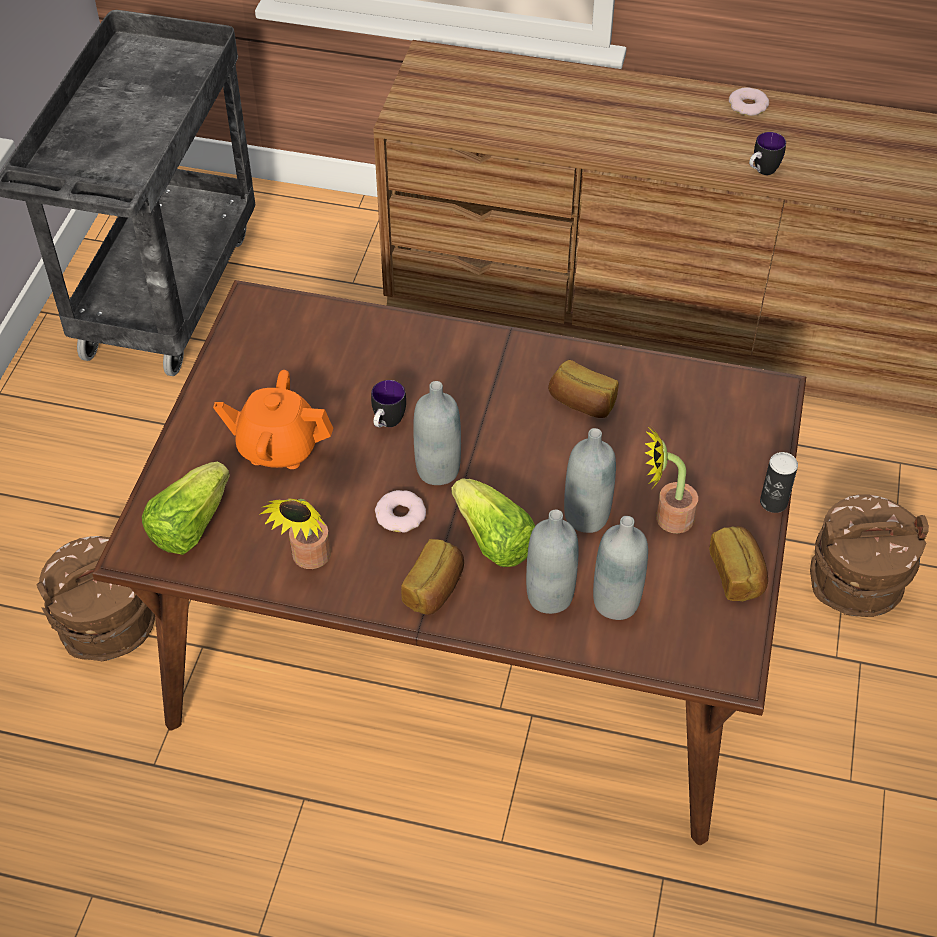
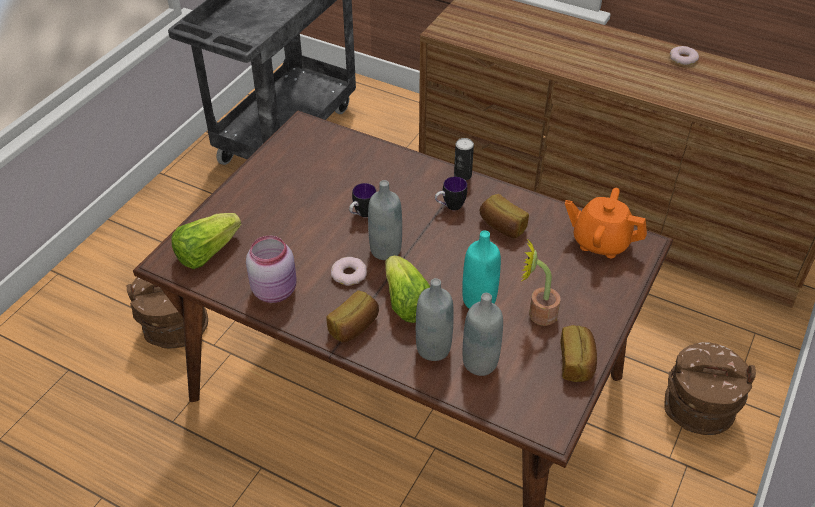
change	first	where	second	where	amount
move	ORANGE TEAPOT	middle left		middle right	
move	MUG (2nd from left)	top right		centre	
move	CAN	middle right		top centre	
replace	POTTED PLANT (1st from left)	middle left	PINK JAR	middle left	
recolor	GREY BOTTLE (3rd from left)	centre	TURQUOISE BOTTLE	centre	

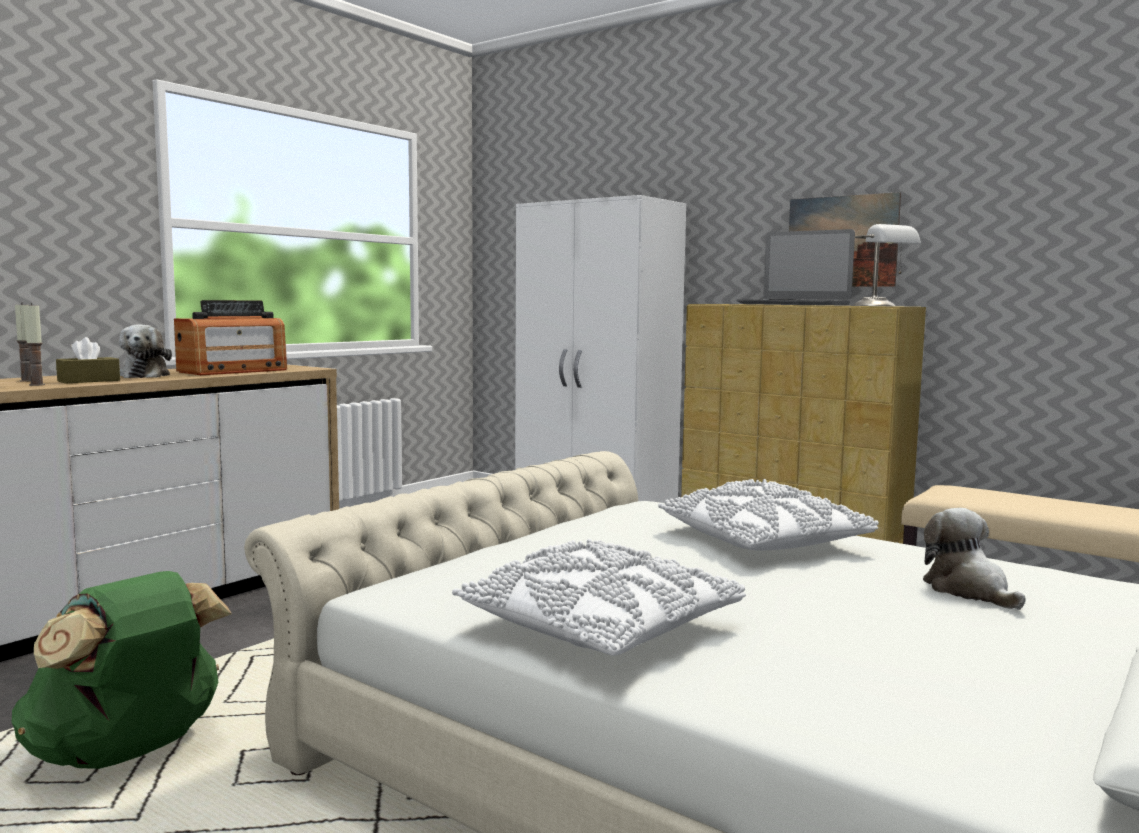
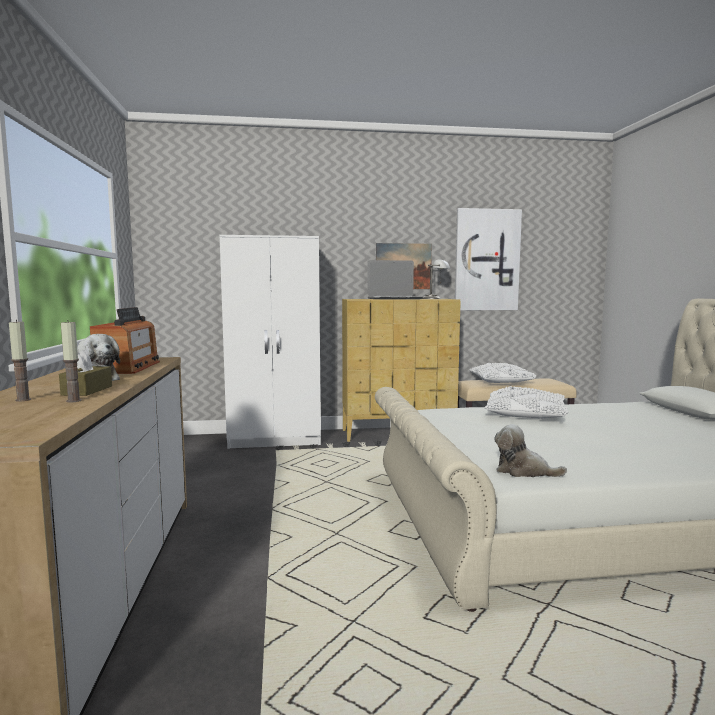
change	first	where	second	where	amount
delete	GREEN BACKPACK	bottom left			
insert			PICTURE (2nd from left)	middle right	
move	WHITE PILLOW (1st from left)	bottom centre		middle right	
move	PLUSH TOY (2nd from left)	bottom right		middle right	

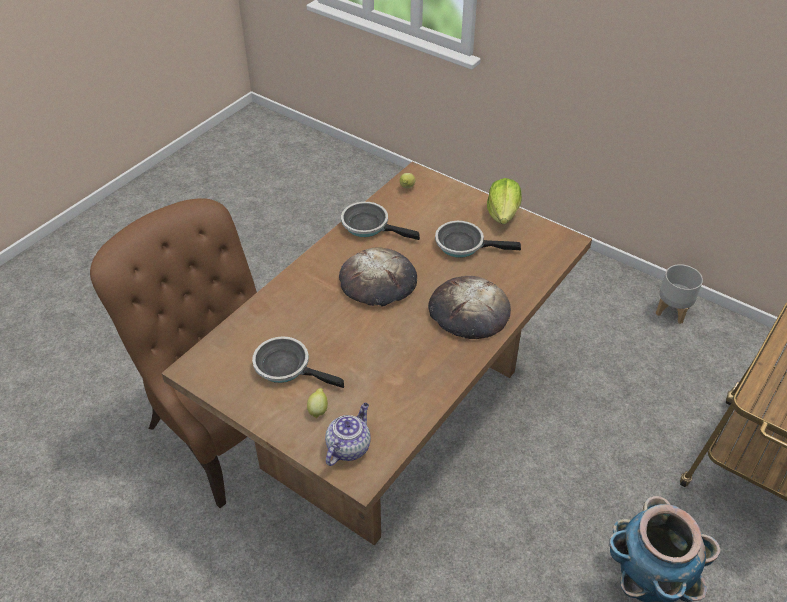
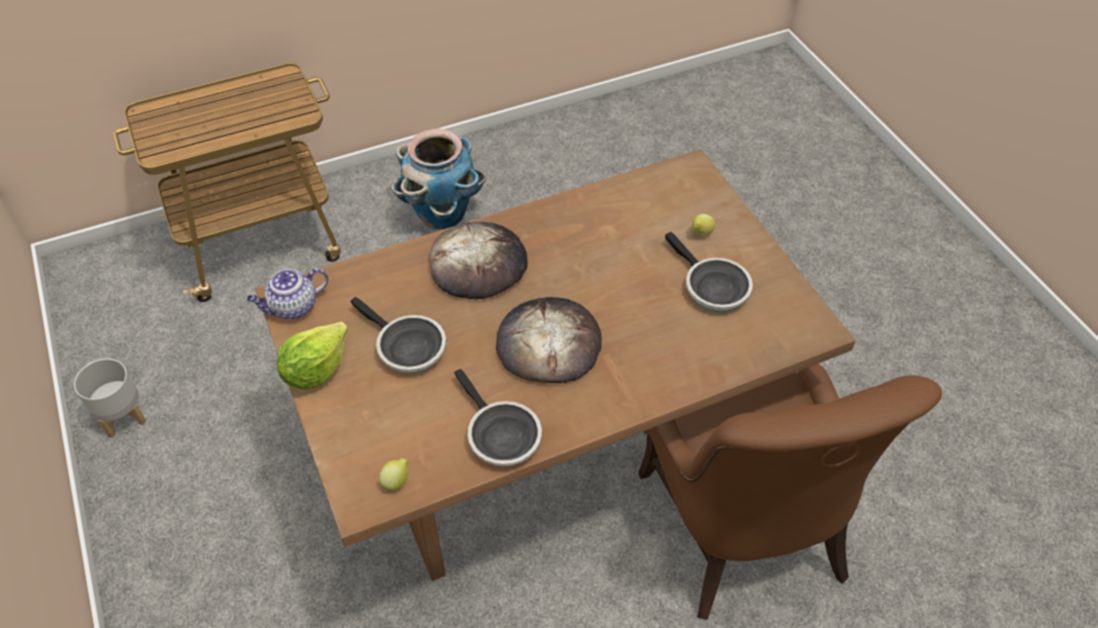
change	first	where	second	where	amount
move	TEAPOT	bottom centre		middle left	

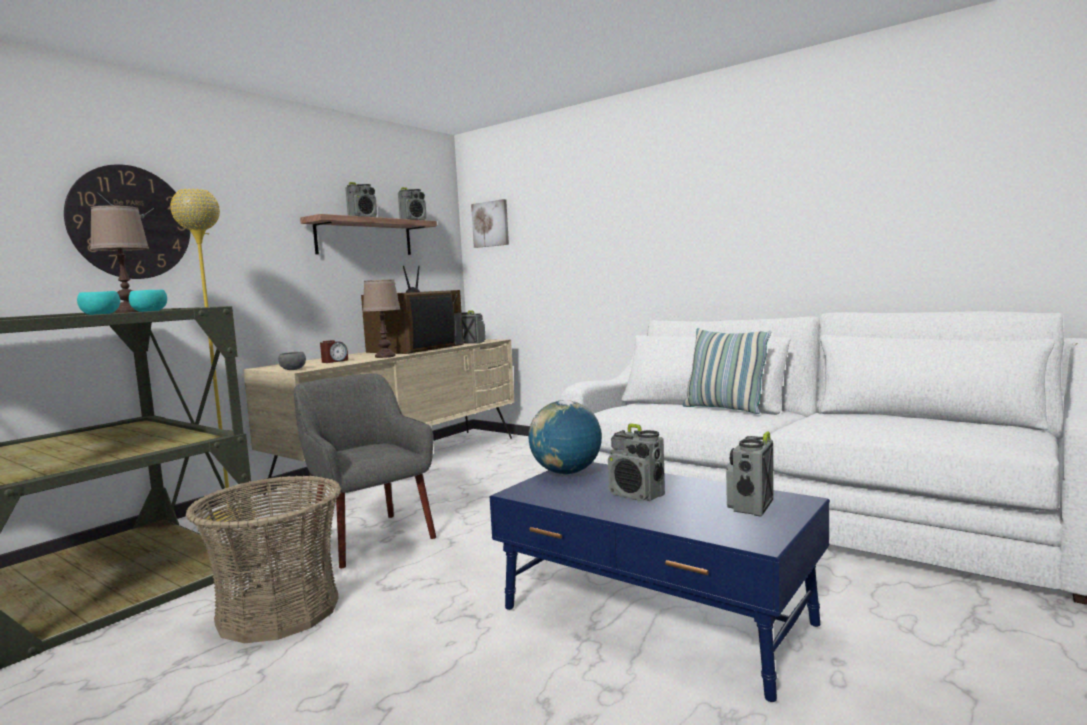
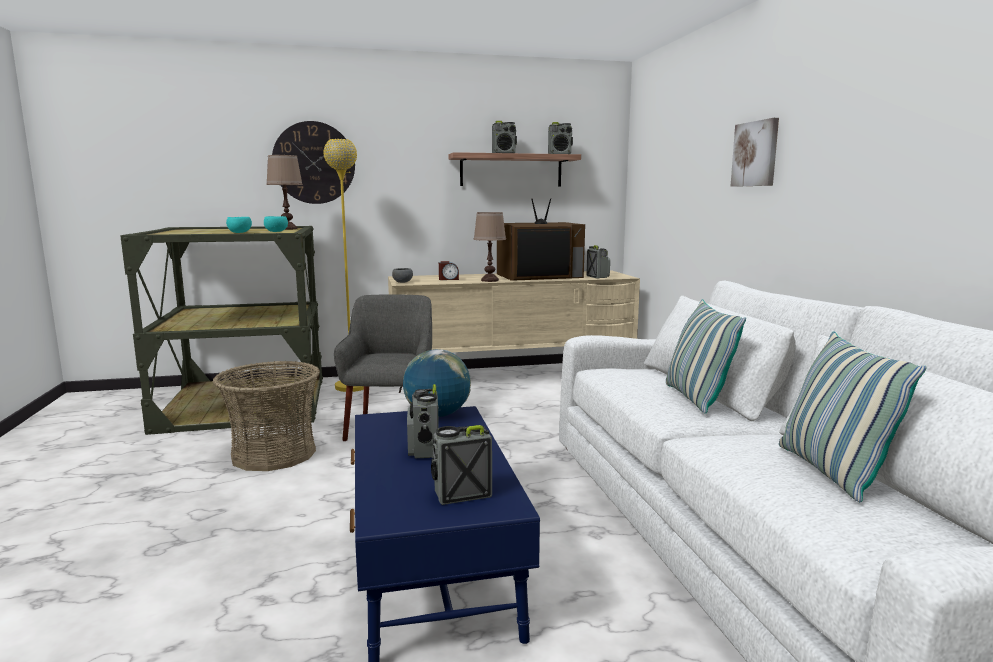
change	first	where	second	where	amount
insert			PILLOW (2nd from left)	middle right	
move	PICTURE	top centre		top right	

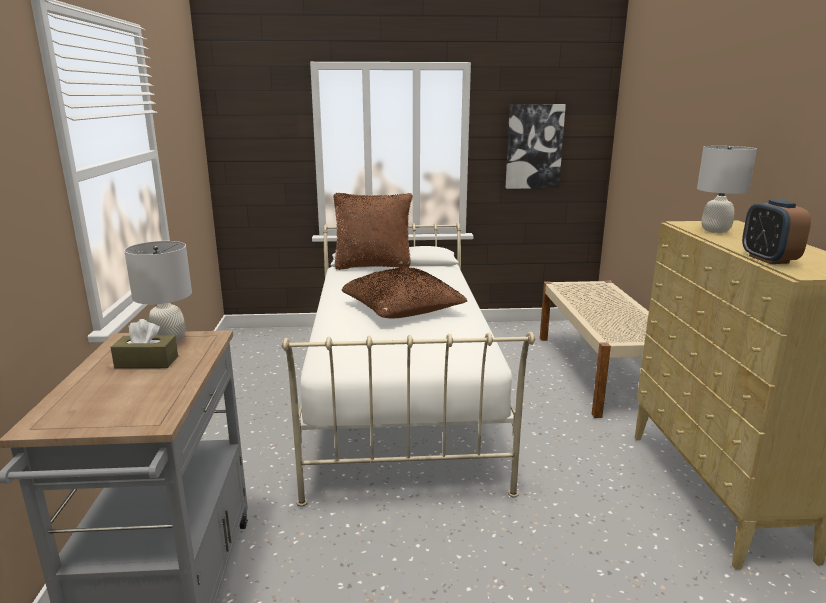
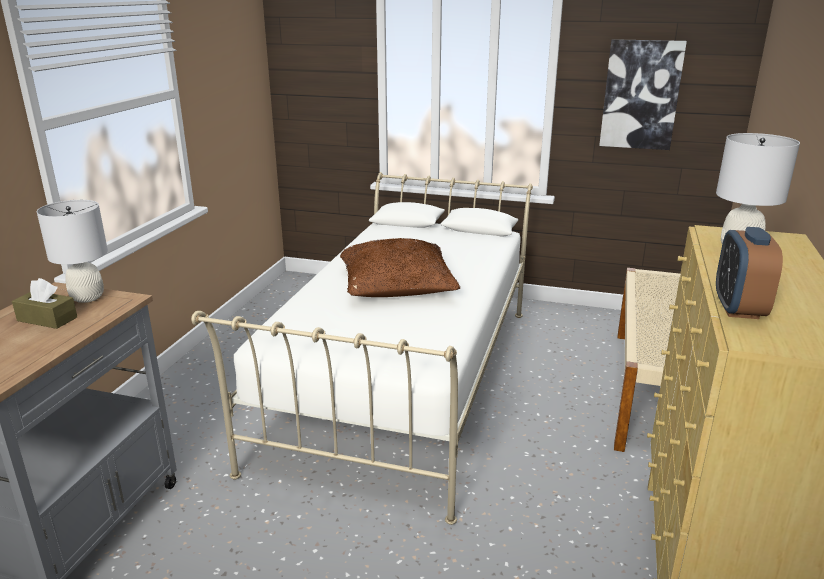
change	first	where	second	where	amount
delete	BROWN PILLOW (1st from left)	centre			

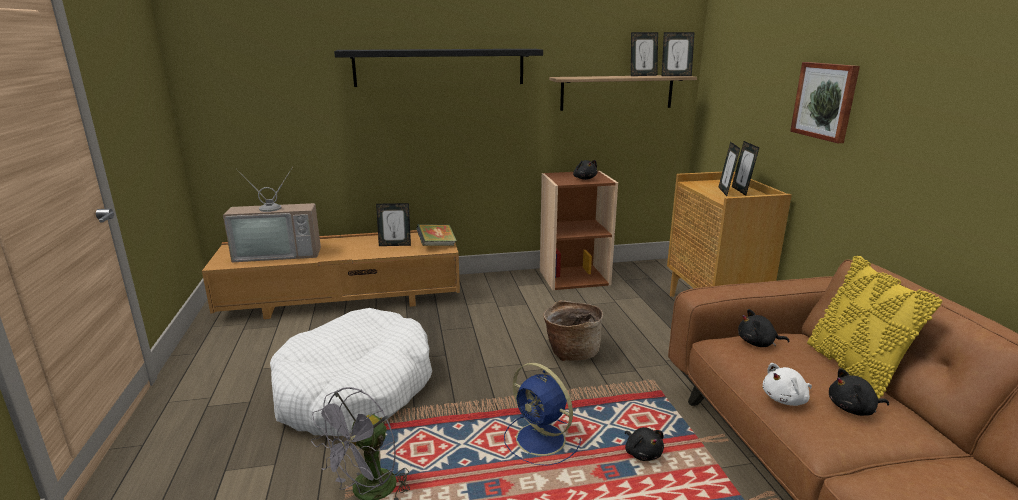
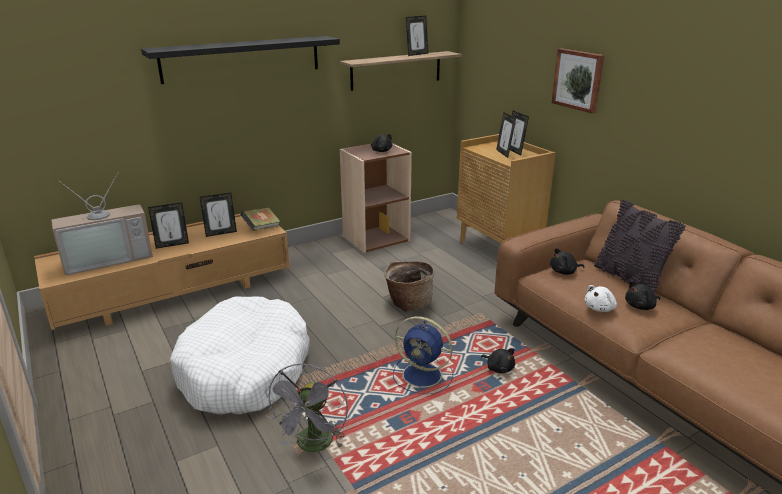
change	first	where	second	where	amount
move	PICTURE FRAME (3rd from left in the first image)	top centre	PICTURE FRAME (1st from left)	middle left	
recolor	YELLOW PILLOW	middle right	BLACK PILLOW	middle right	

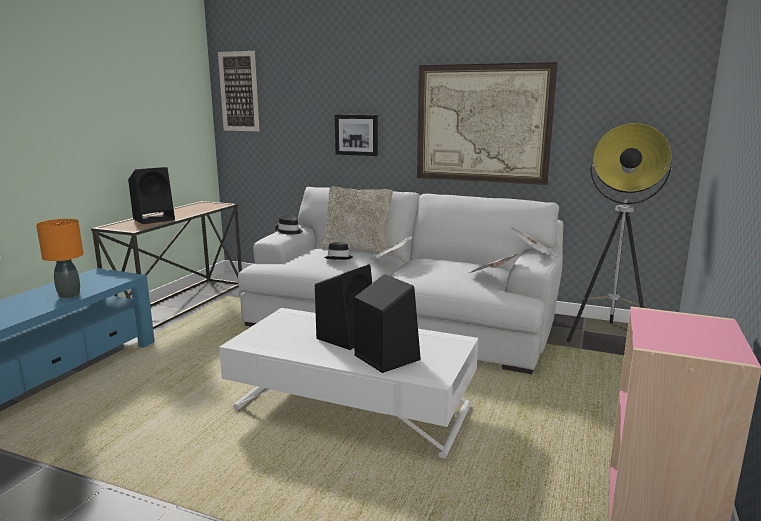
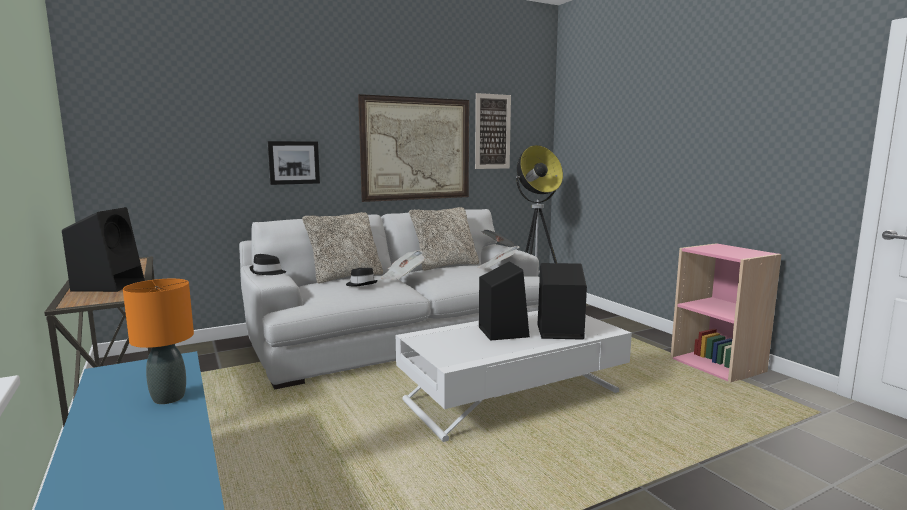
change	first	where	second	where	amount
insert			BEIGE PILLOW (2nd from left)	centre	
move	PICTURE (1st from left in the first image)	top left	PICTURE (3rd from left)	top centre	

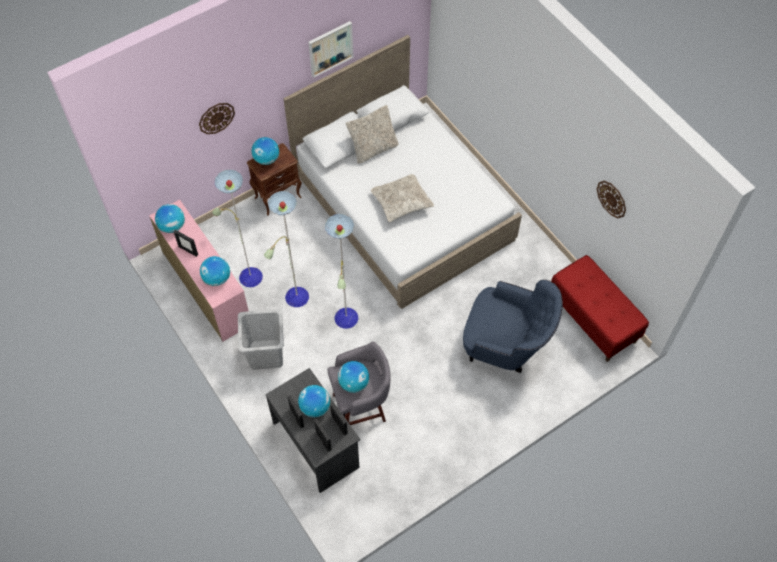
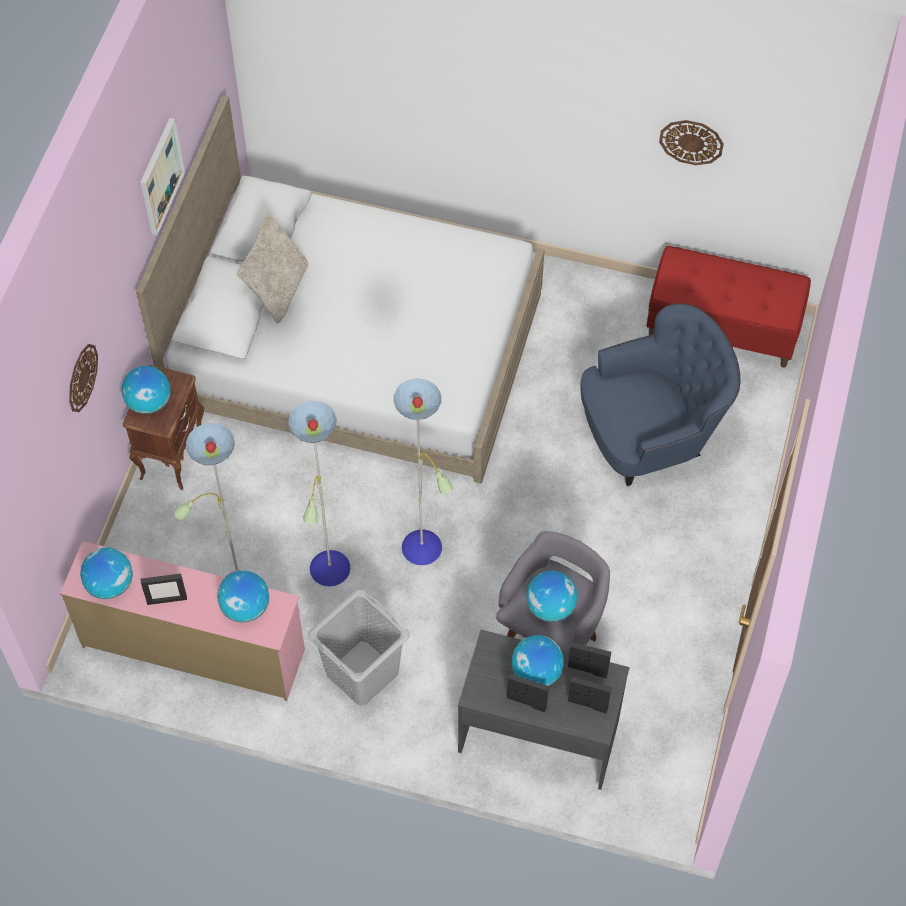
change	first	where	second	where	amount
delete	BEIGE PILLOW (2nd from left)	centre			

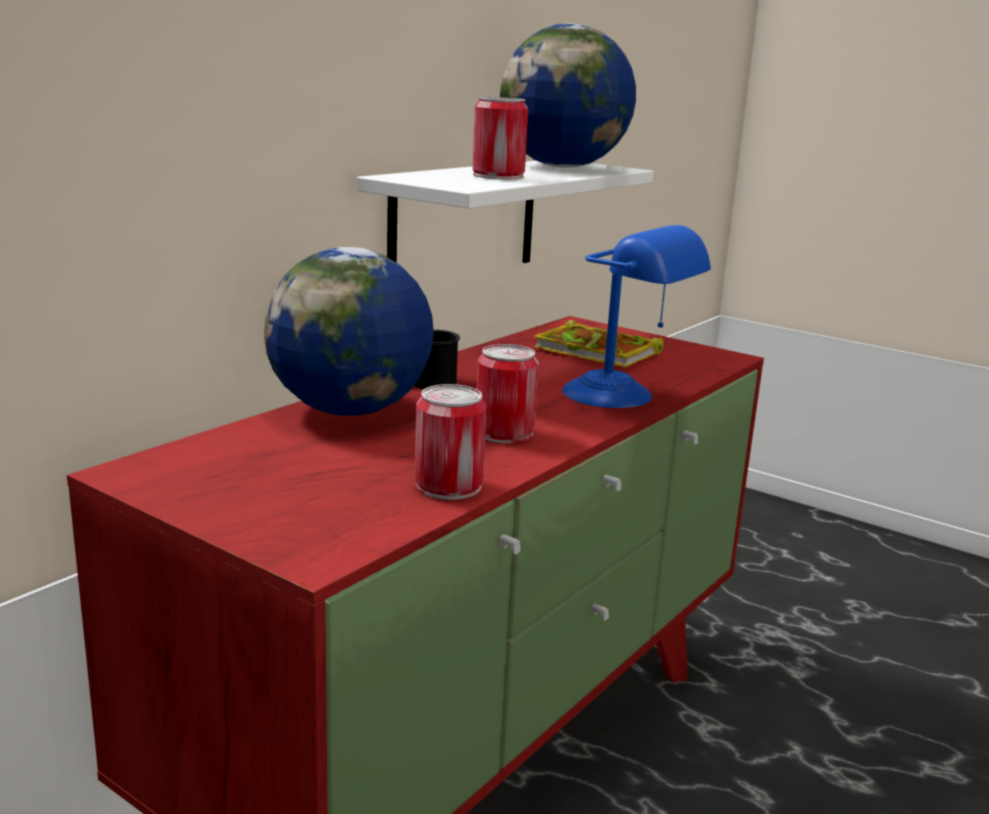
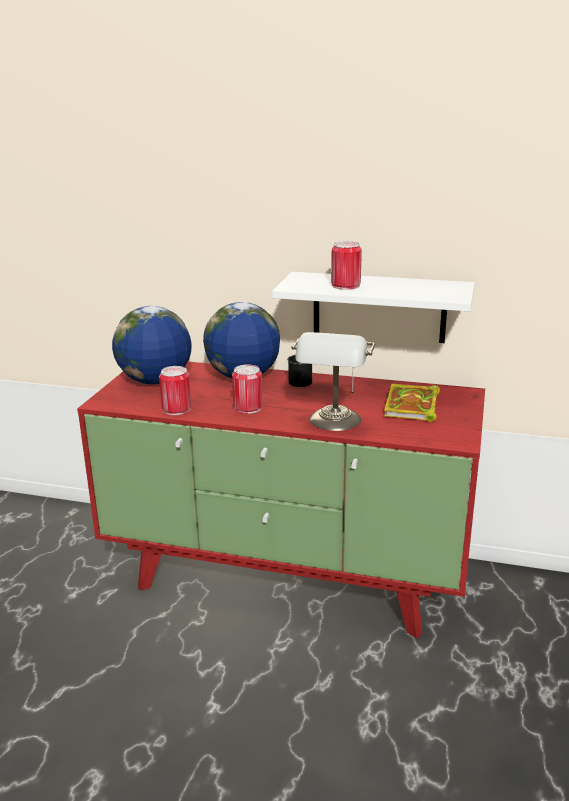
change	first	where	second	where	amount
move	GLOBE (2nd from left in the first image)	top centre	GLOBE (1st from left)	middle left	
recolor	BLUE TABLE LAMP	centre	WHITE TABLE LAMP	centre	

